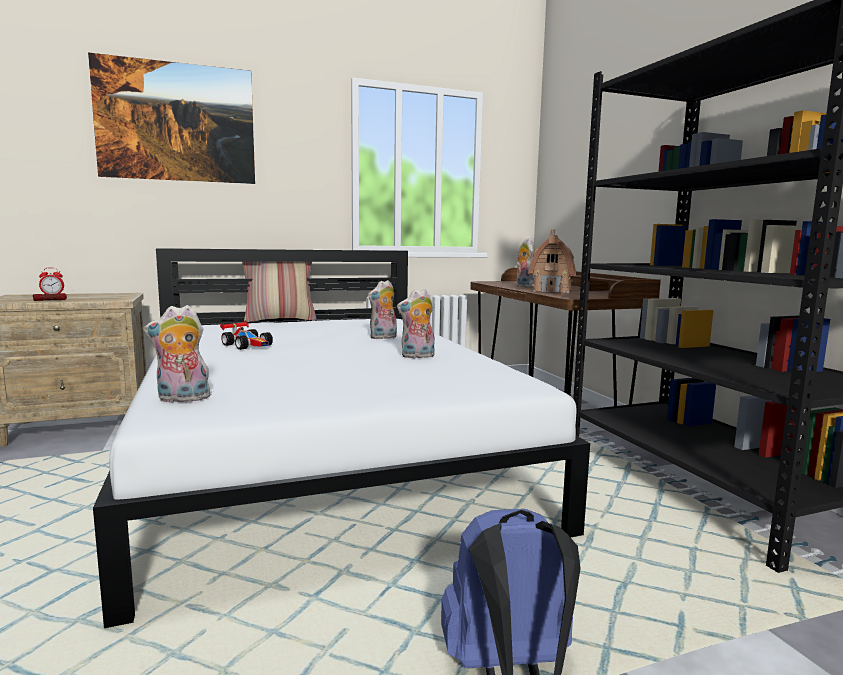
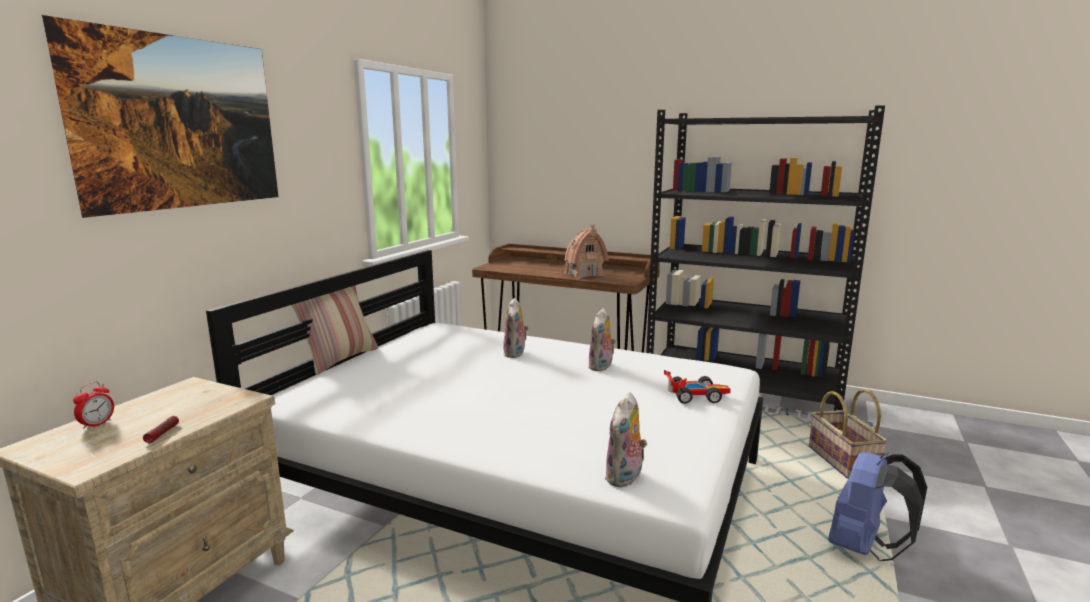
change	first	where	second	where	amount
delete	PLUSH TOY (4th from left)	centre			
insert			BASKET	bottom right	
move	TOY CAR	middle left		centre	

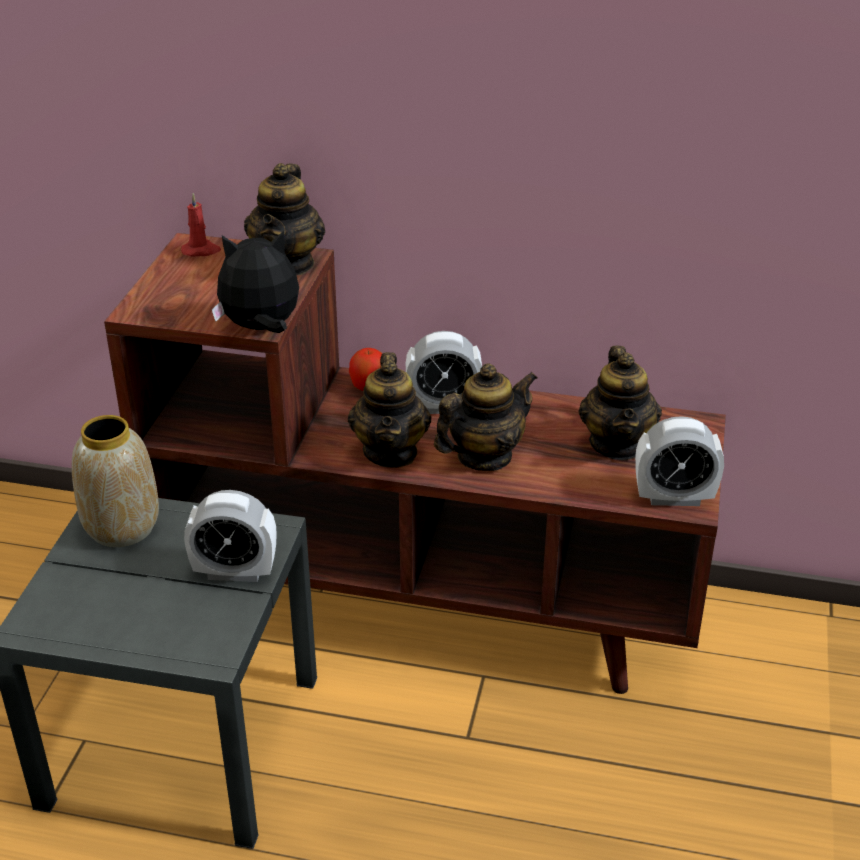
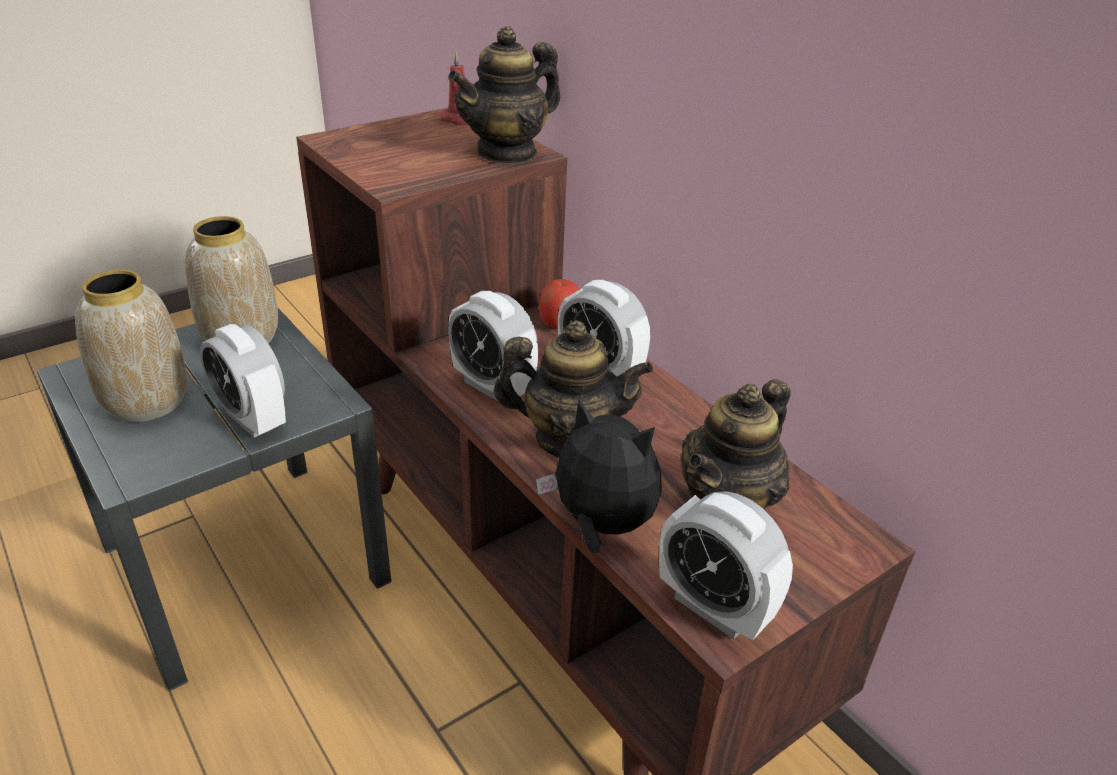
change	first	where	second	where	amount
insert			VASE (1st from left)	middle left	
move	PLUSH TOY	top left		centre	
replace	TEAPOT (2nd from left)	centre	ALARM CLOCK (2nd from left)	centre	

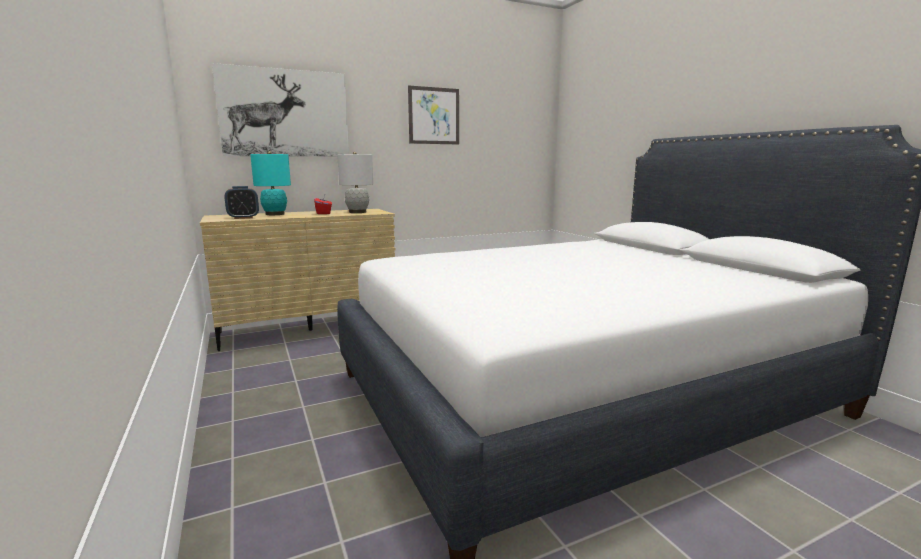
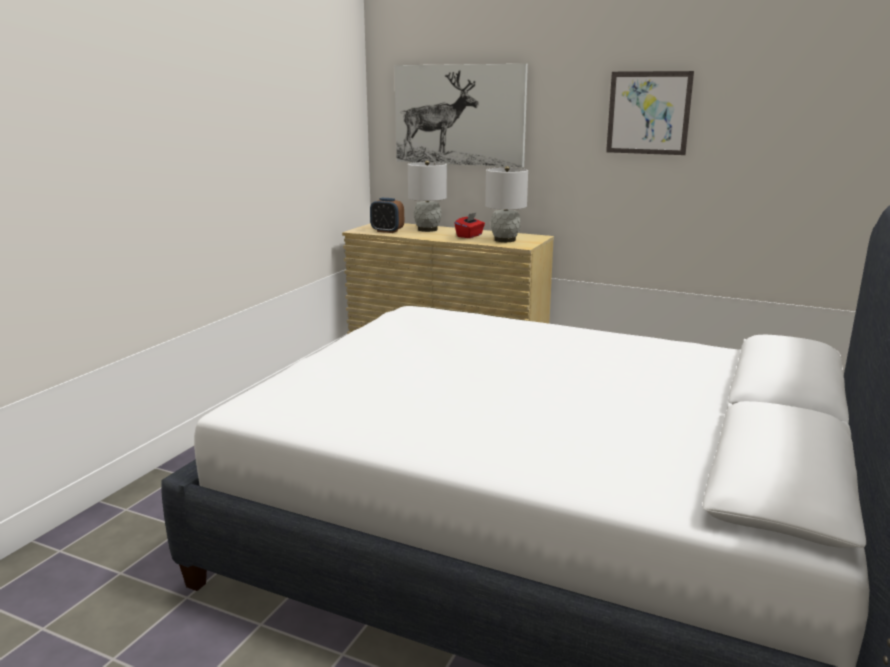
change	first	where	second	where	amount
recolor	TURQUOISE TABLE LAMP	top left	WHITE TABLE LAMP (1st from left)	top centre	

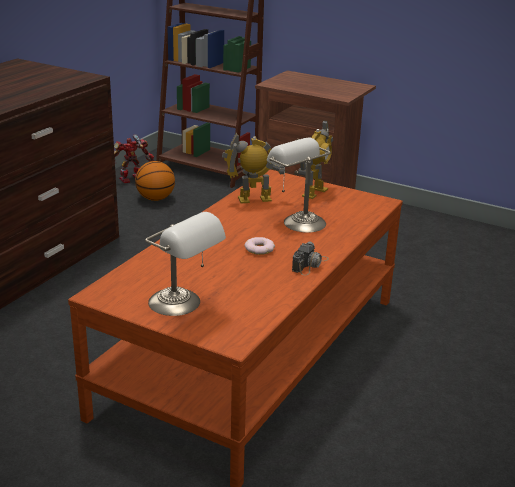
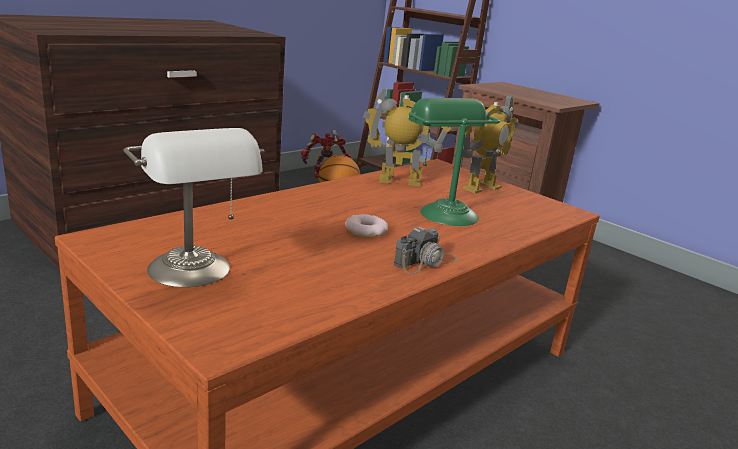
change	first	where	second	where	amount
recolor	WHITE TABLE LAMP (2nd from left)	centre	GREEN TABLE LAMP	centre	

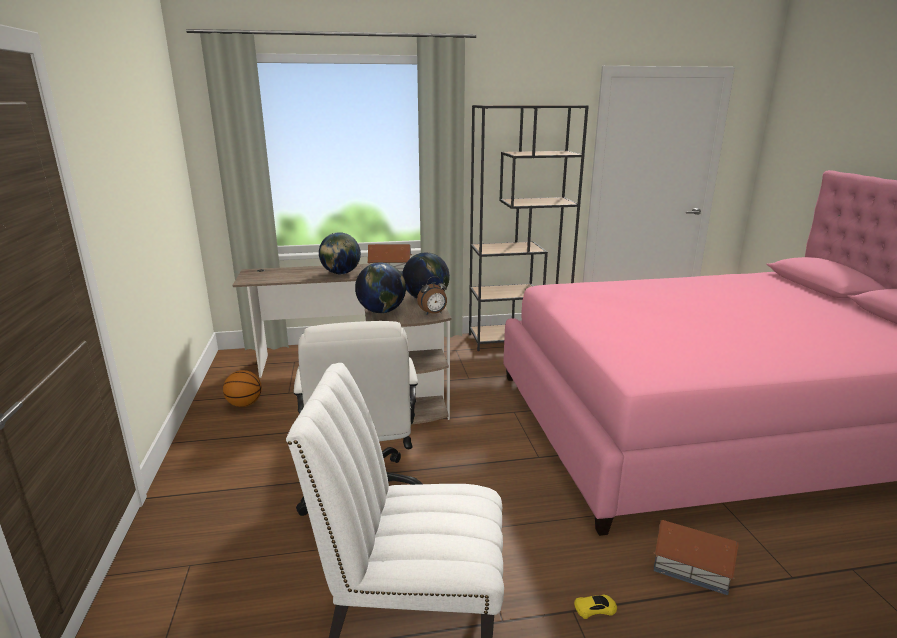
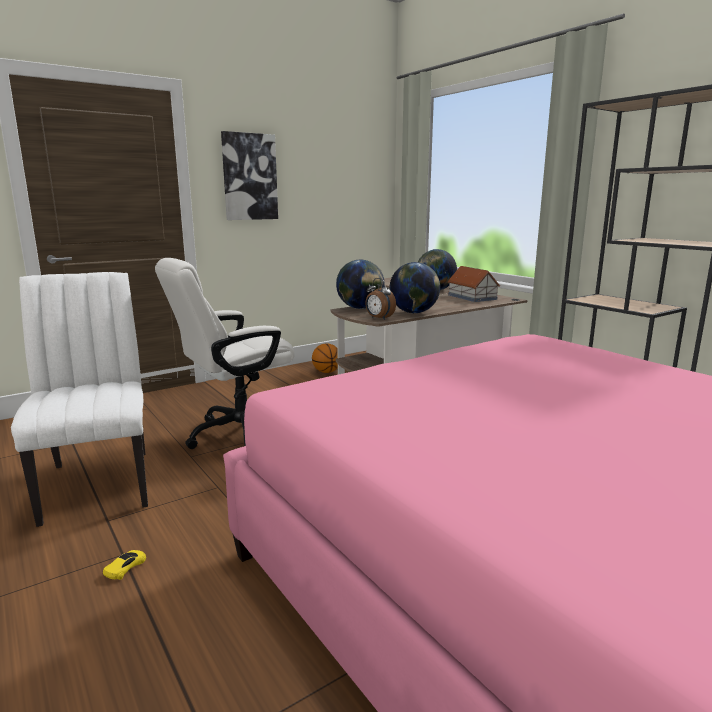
change	first	where	second	where	amount
delete	TOY HOUSE (2nd from left)	bottom right			
insert			PICTURE	top centre	
rotate	YELLOW TOY CAR	bottom centre		bottom left	120 degrees counterclockwise

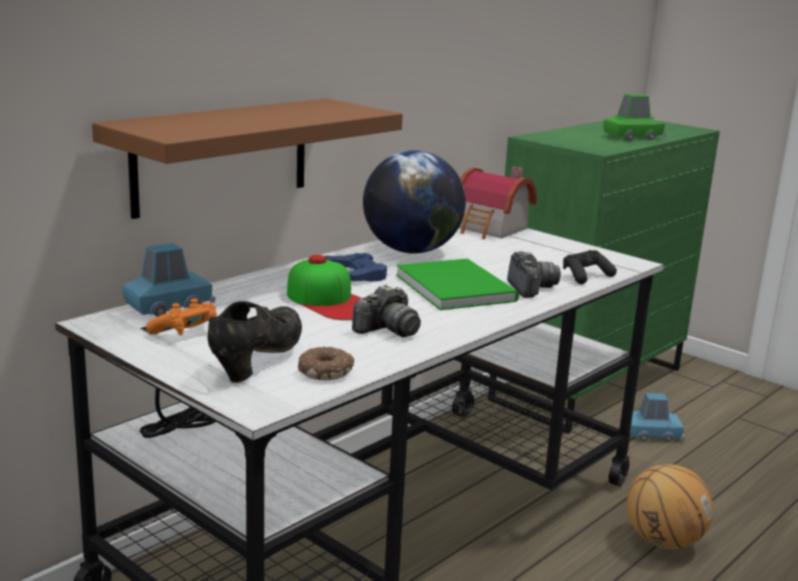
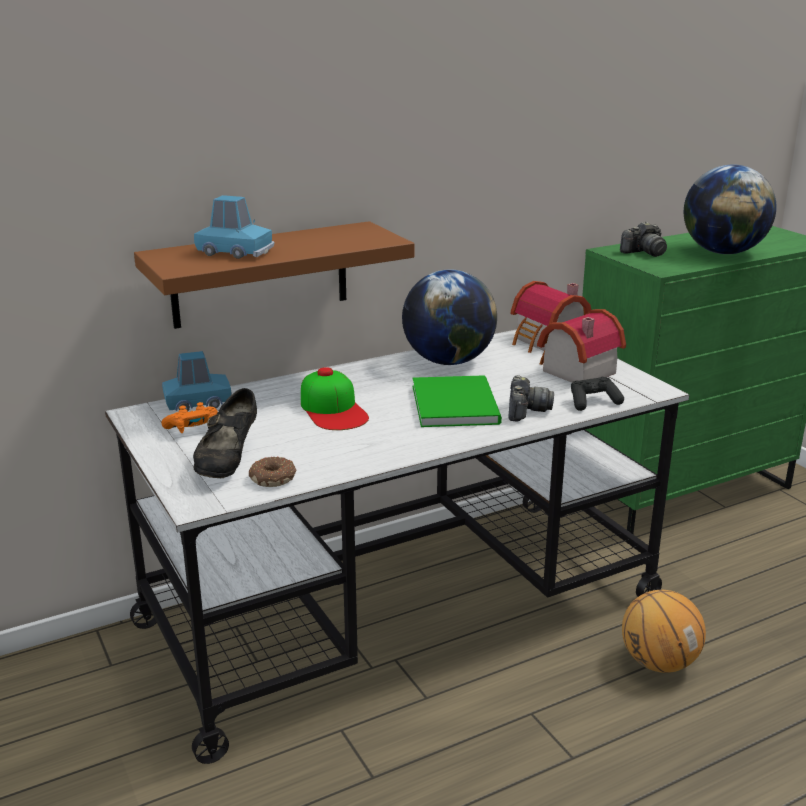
change	first	where	second	where	amount
delete	BLUE GAME CONTROLLER	centre			
insert			TOY HOUSE (2nd from left)	middle right	
move	PHOTO CAMERA (1st from left in the first image)	centre	PHOTO CAMERA (2nd from left)	top right	
move	BLUE TOY CAR (2nd from left)	bottom right		top left	
replace	GREEN TOY CAR	top right	GLOBE (2nd from left)	top right	
rotate	BLACK SHOE	middle left		middle left	150 degrees clockwise

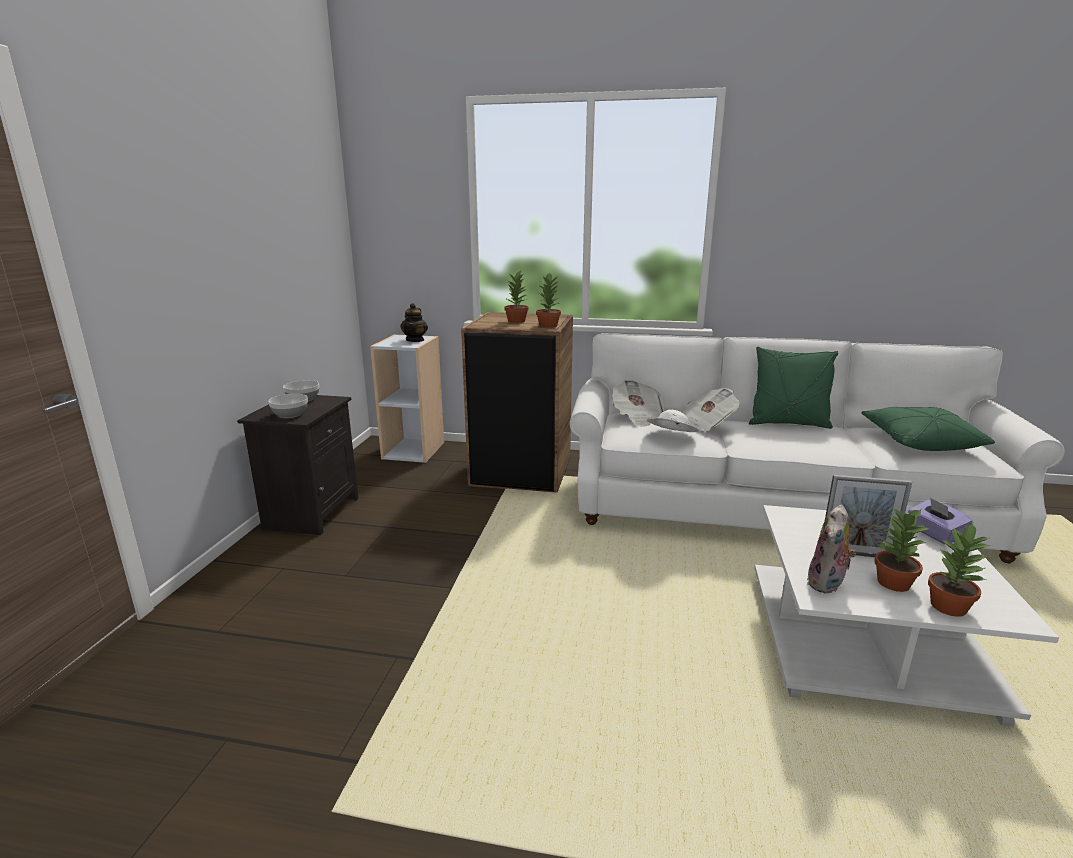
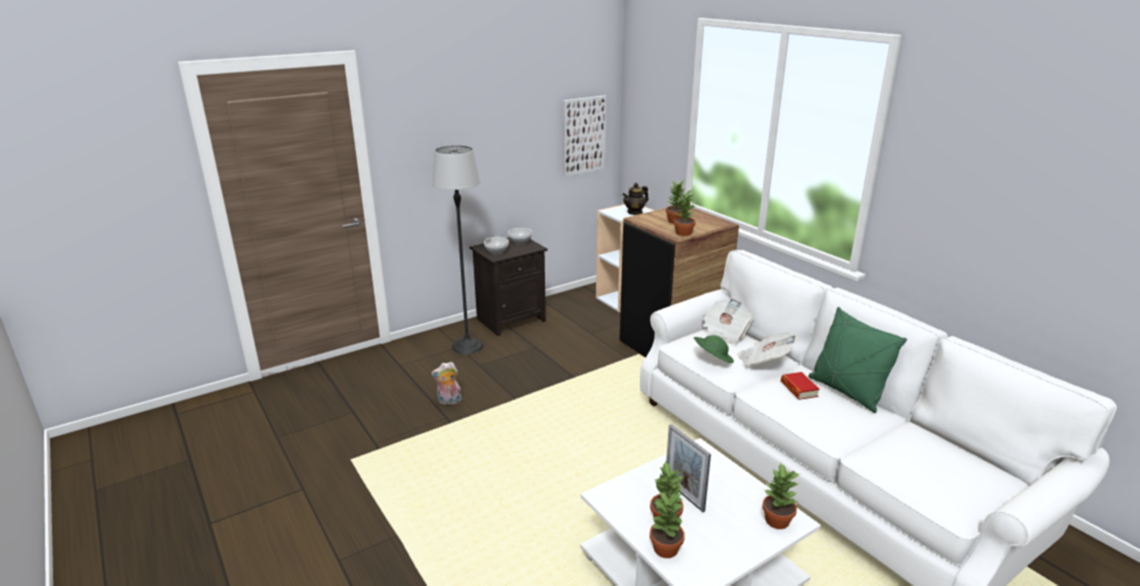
change	first	where	second	where	amount
delete	GREEN PILLOW (2nd from left)	middle right			
insert			FLOOR LAMP	centre	
insert			PICTURE	top centre	
insert			BOOK	middle right	
move	PLUSH TOY	middle right		centre	
replace	PURPLE TISSUE BOX	middle right	POTTED PLANT (5th from left)	bottom right	
recolor	WHITE HAT	centre	GREEN HAT	centre	

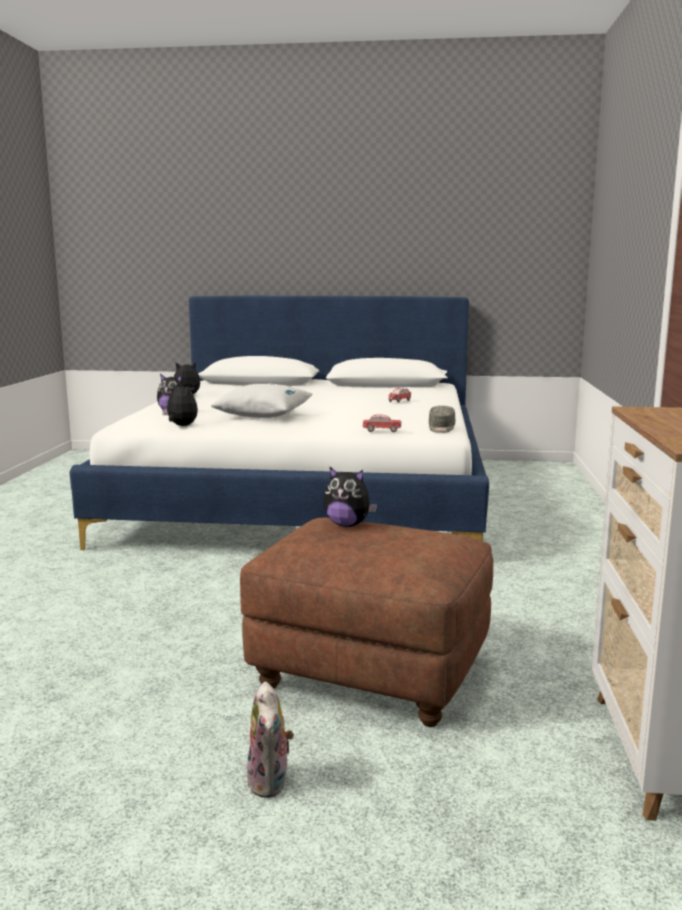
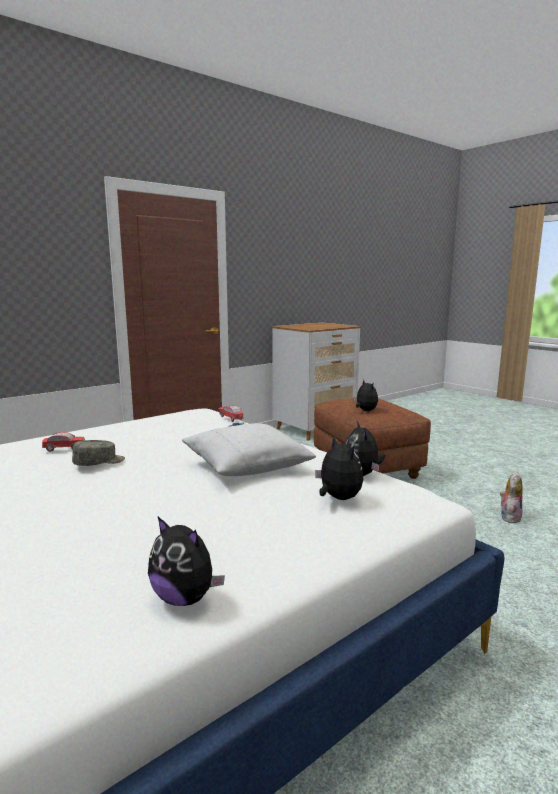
change	first	where	second	where	amount
move	PLUSH TOY (4th from left in the first image)	bottom centre	PLUSH TOY (5th from left)	middle right	
move	GREY CAP	centre		middle left	

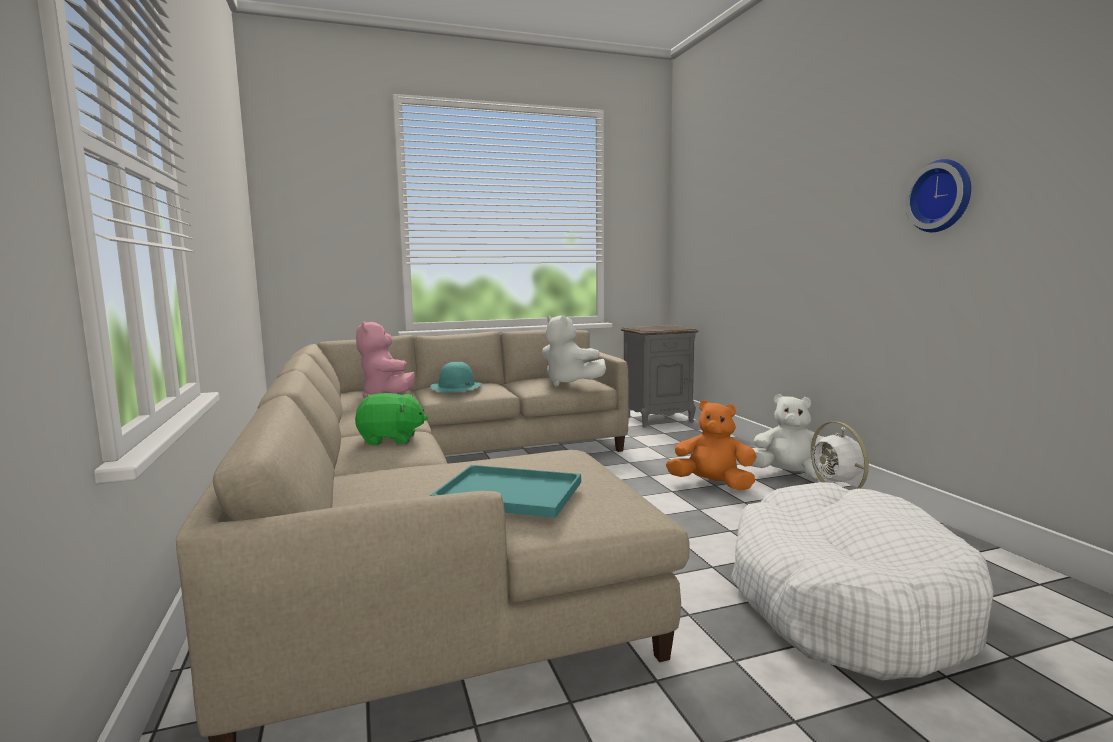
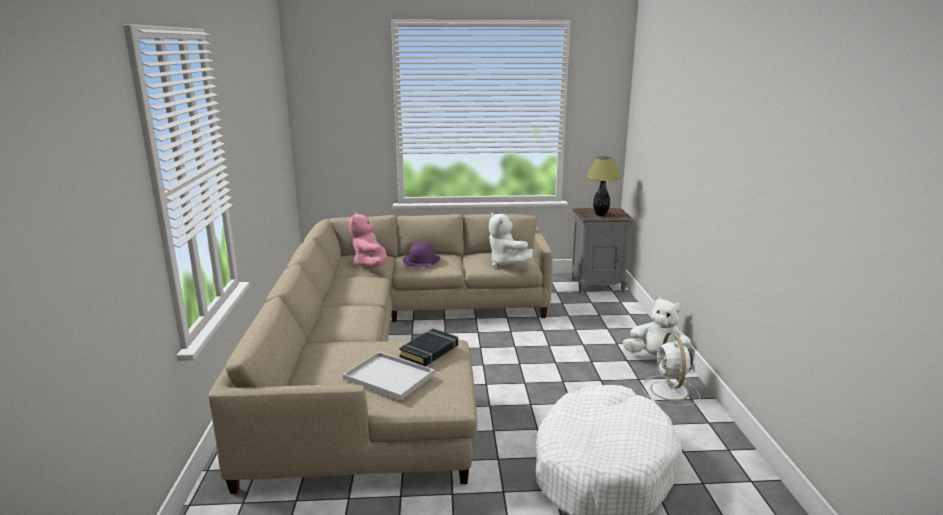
change	first	where	second	where	amount
delete	GREEN PLUSH TOY	centre			
delete	ORANGE PLUSH TOY	centre			
delete	WALL CLOCK	top right			
insert			BLACK BOOK	bottom centre	
insert			TABLE LAMP	centre	
recolor	TURQUOISE TRAY	centre	WHITE TRAY	bottom centre	
recolor	TURQUOISE HAT	centre	PURPLE HAT	centre	

